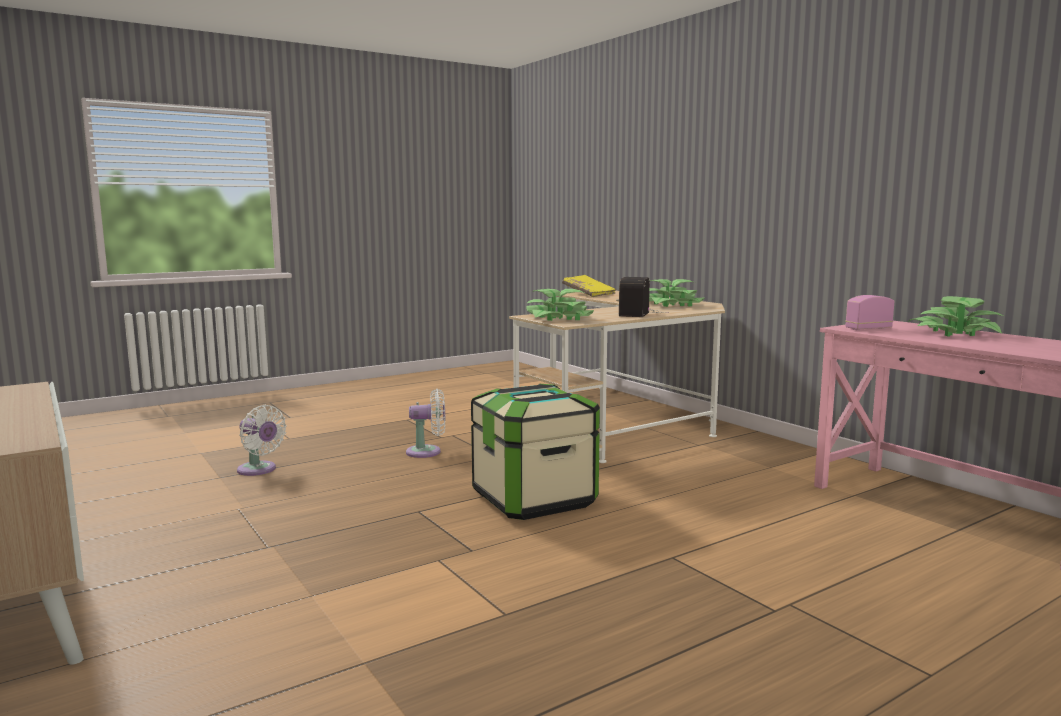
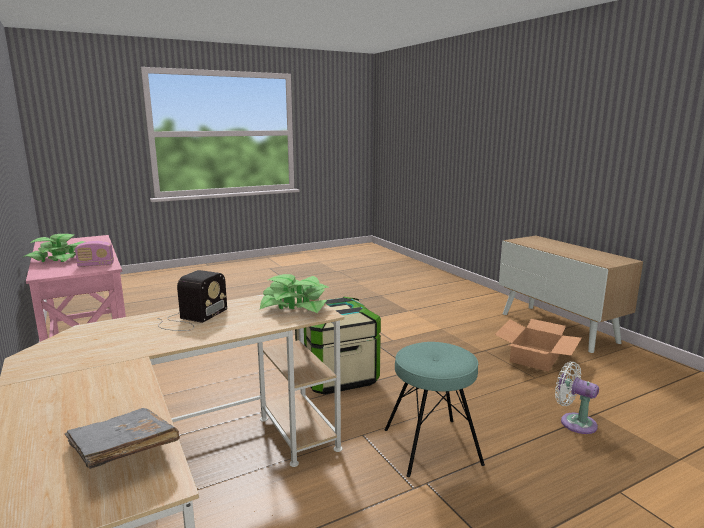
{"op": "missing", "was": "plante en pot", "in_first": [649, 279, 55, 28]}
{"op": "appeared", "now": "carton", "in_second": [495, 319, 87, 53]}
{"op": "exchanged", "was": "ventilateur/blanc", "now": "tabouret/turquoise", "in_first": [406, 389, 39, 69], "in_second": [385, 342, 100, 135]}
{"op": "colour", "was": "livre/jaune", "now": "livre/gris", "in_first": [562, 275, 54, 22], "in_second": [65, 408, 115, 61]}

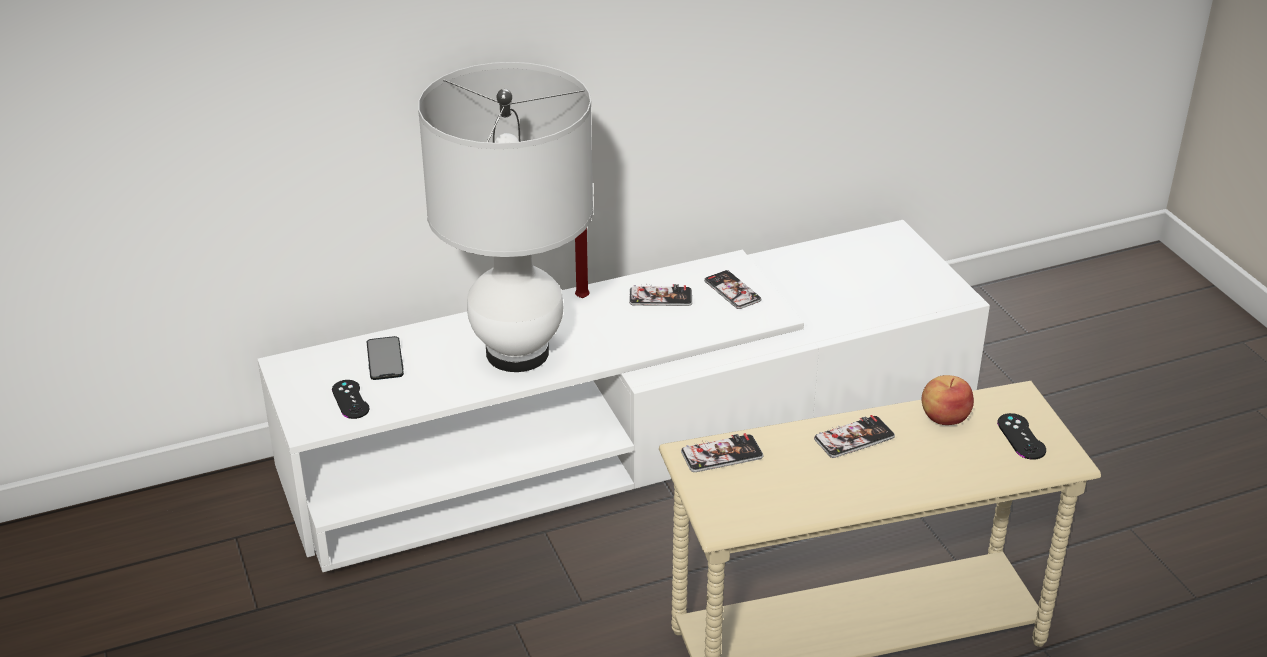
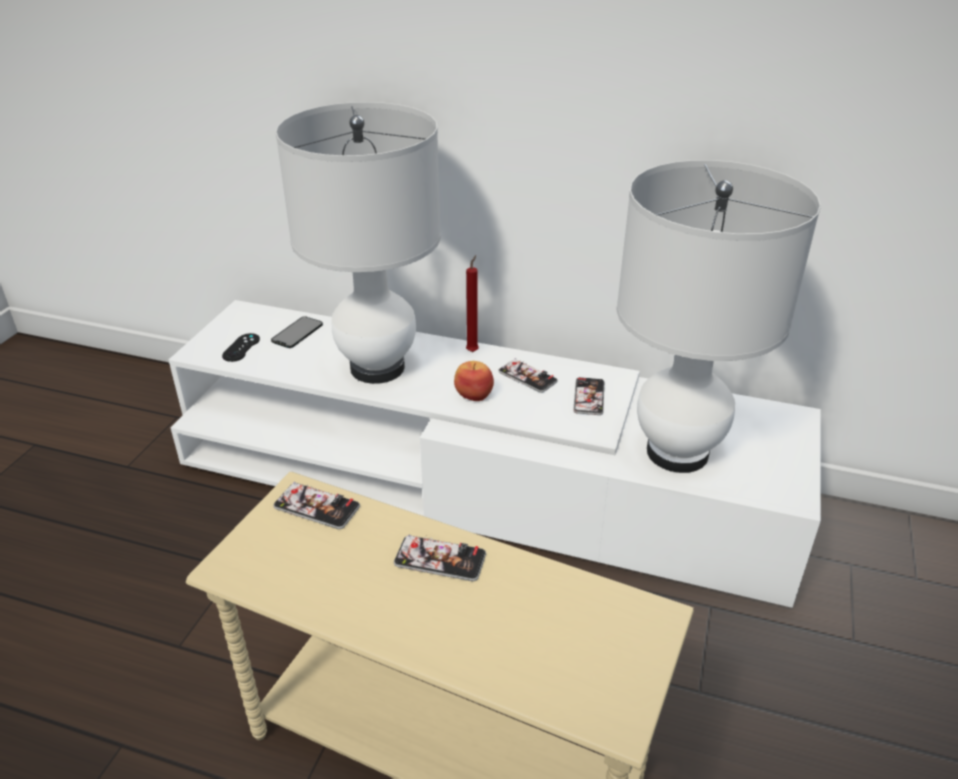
{"op": "missing", "was": "manette/noir", "in_first": [997, 413, 49, 47]}
{"op": "appeared", "now": "lampe de table/blanc", "in_second": [616, 160, 205, 313]}
{"op": "relocated", "was": "pomme", "in_first": [922, 375, 52, 50], "in_second": [454, 361, 40, 40]}

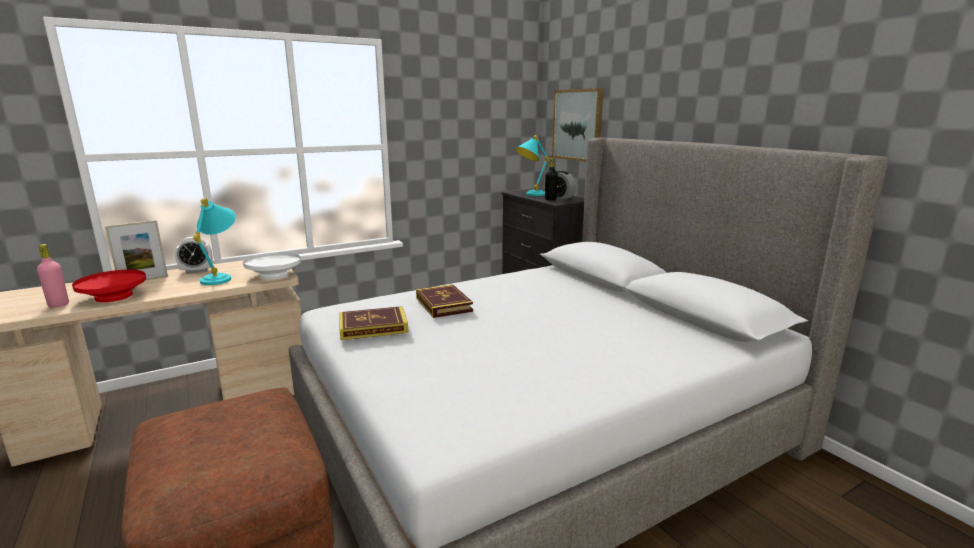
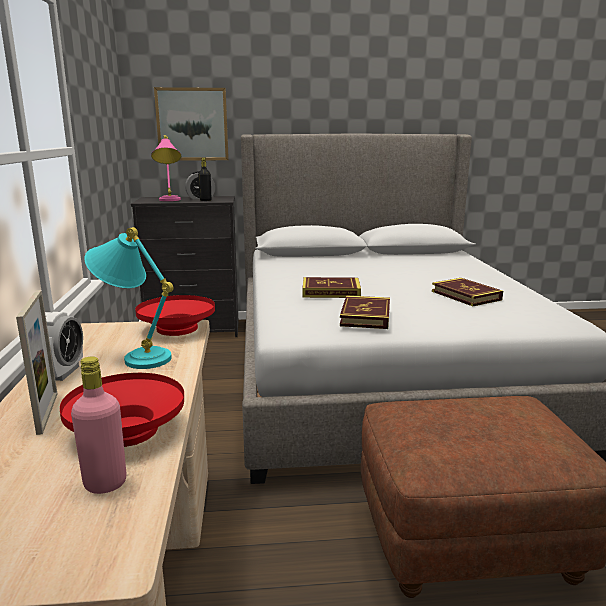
{"op": "appeared", "now": "livre", "in_second": [432, 278, 71, 28]}
{"op": "colour", "was": "bol/blanc", "now": "bol/rouge", "in_first": [243, 252, 58, 27], "in_second": [135, 295, 80, 41]}
{"op": "colour", "was": "lampe de table/turquoise", "now": "lampe de table/rose", "in_first": [515, 135, 35, 61], "in_second": [151, 135, 30, 66]}

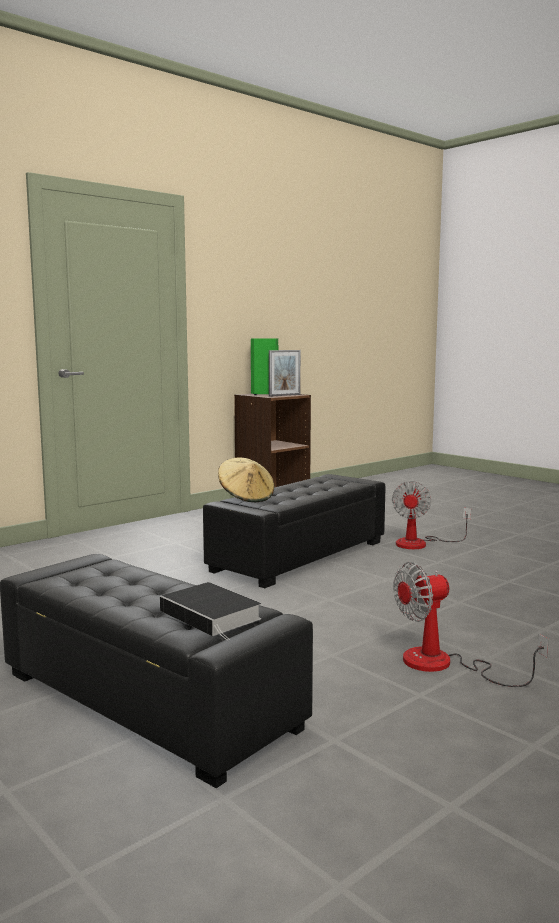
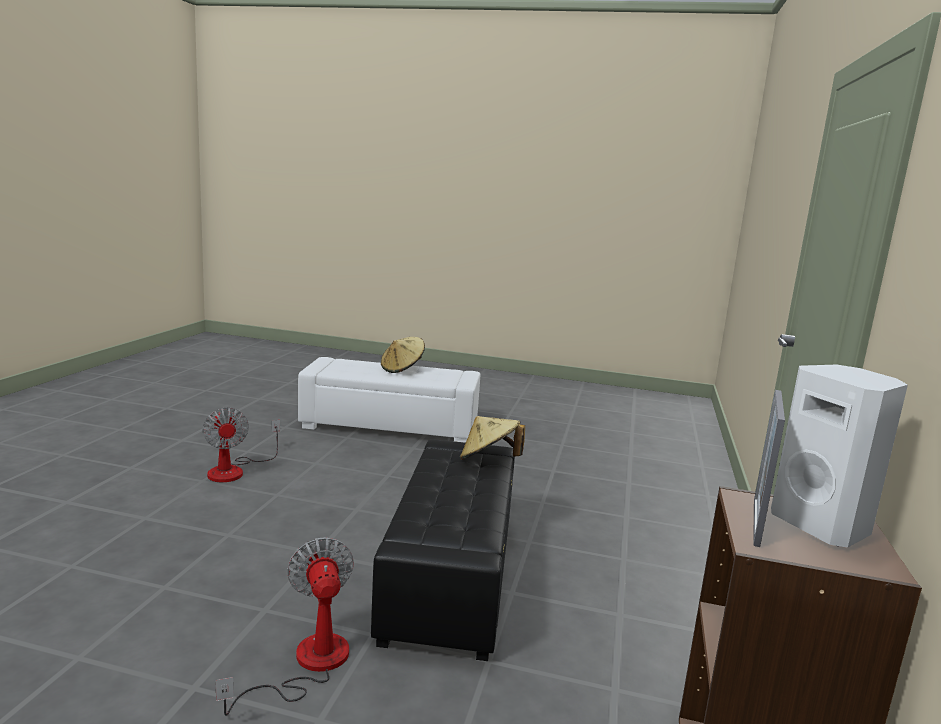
{"op": "missing", "was": "livre", "in_first": [160, 582, 101, 58]}
{"op": "appeared", "now": "chapeau/beige", "in_second": [381, 337, 44, 36]}
{"op": "colour", "was": "pouf/noir", "now": "pouf/blanc", "in_first": [0, 554, 313, 234], "in_second": [298, 357, 182, 86]}
{"op": "colour", "was": "enceinte/vert", "now": "enceinte/blanc", "in_first": [251, 338, 28, 57], "in_second": [771, 365, 137, 183]}
{"op": "spun", "was": "ventilateur", "in_first": [393, 562, 156, 125], "in_second": [202, 407, 78, 75], "clockwise": 120}

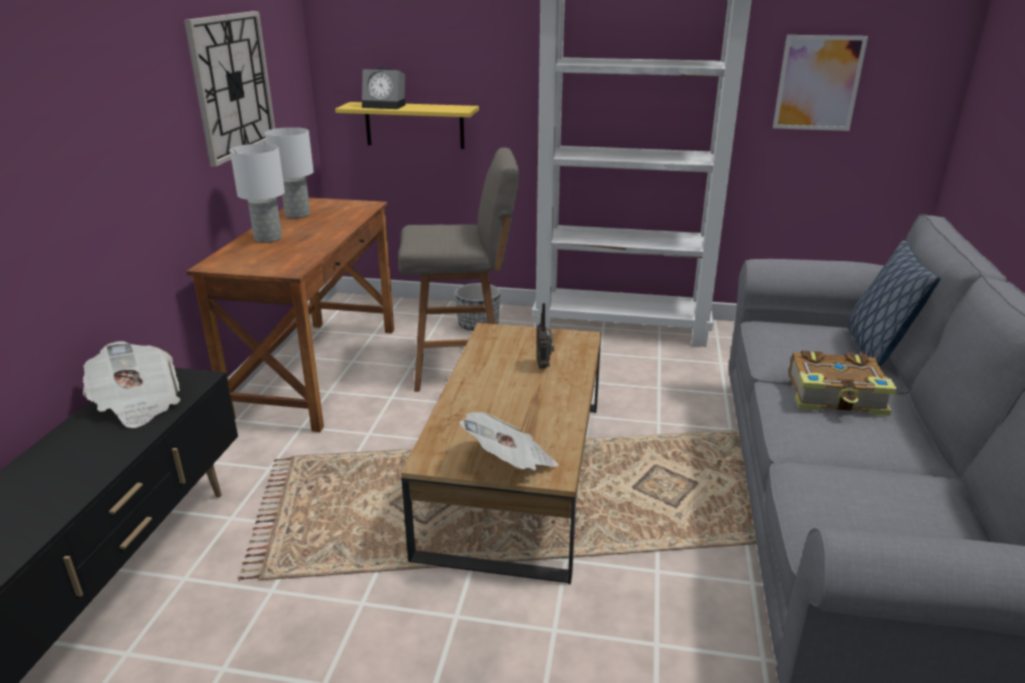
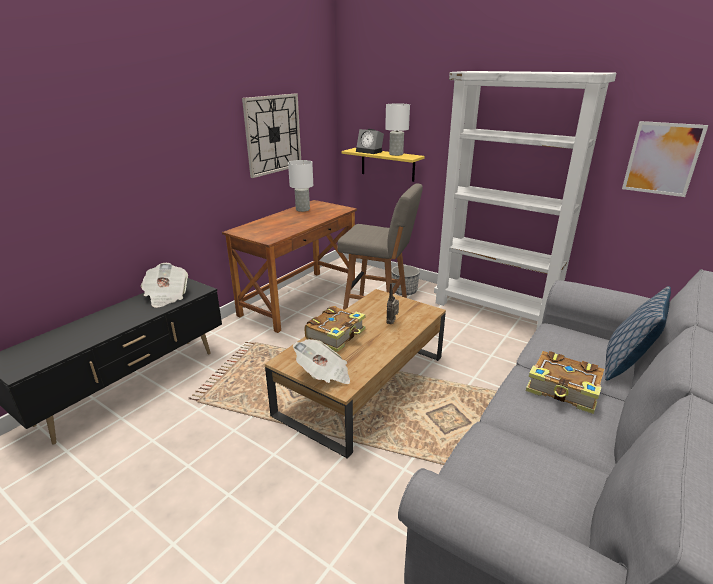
{"op": "appeared", "now": "livre", "in_second": [305, 306, 60, 46]}
{"op": "relocated", "was": "lampe de table/blanc", "in_first": [230, 144, 55, 99], "in_second": [385, 103, 25, 53]}

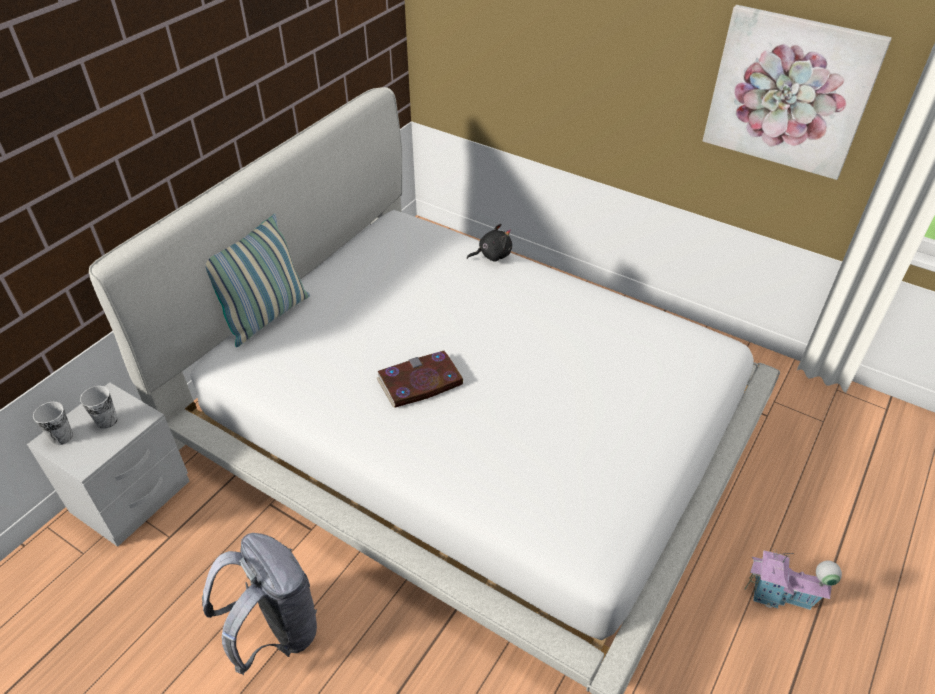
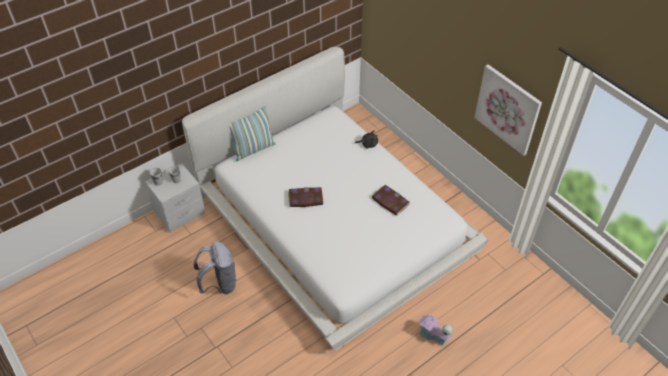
{"op": "appeared", "now": "livre", "in_second": [372, 185, 38, 31]}

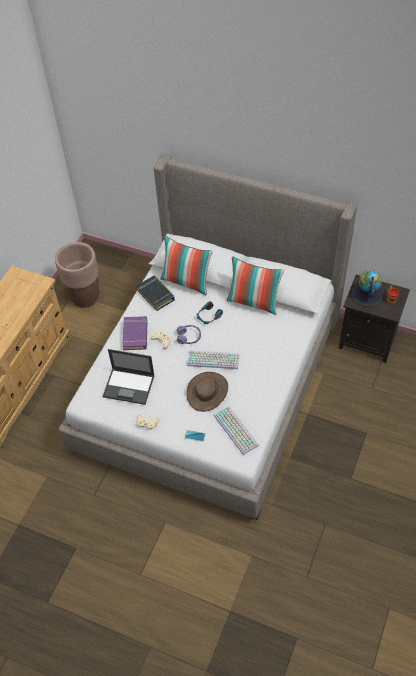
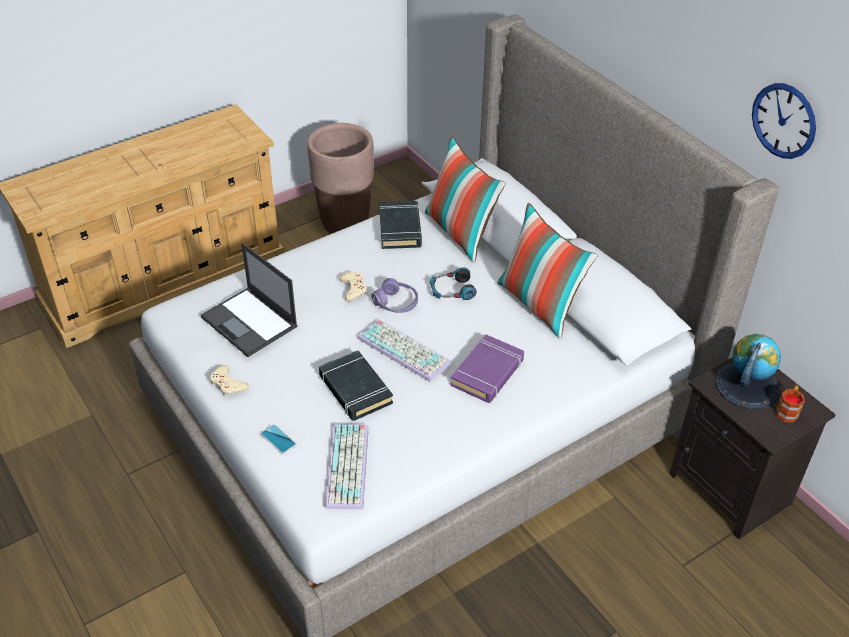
{"op": "appeared", "now": "horloge murale", "in_second": [752, 83, 64, 76]}
{"op": "relocated", "was": "livre/violet", "in_first": [122, 316, 26, 34], "in_second": [451, 335, 73, 68]}
{"op": "exchanged", "was": "chapeau/marron", "now": "livre/noir", "in_first": [186, 372, 42, 40], "in_second": [319, 350, 74, 71]}

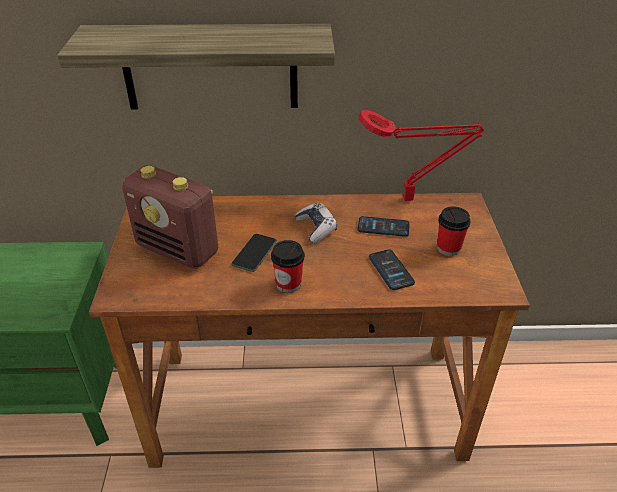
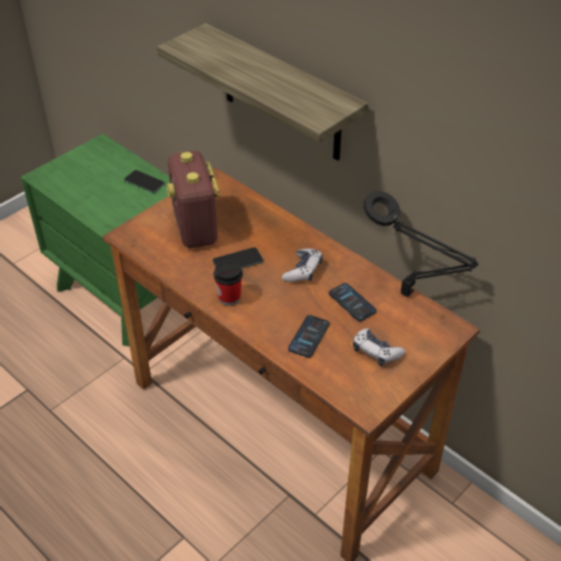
{"op": "appeared", "now": "téléphone", "in_second": [124, 170, 41, 23]}
{"op": "exchanged", "was": "tasse", "now": "manette", "in_first": [437, 207, 33, 49], "in_second": [353, 328, 52, 38]}
{"op": "colour", "was": "lampe de table/rouge", "now": "lampe de table/noir", "in_first": [359, 110, 125, 91], "in_second": [363, 191, 115, 106]}

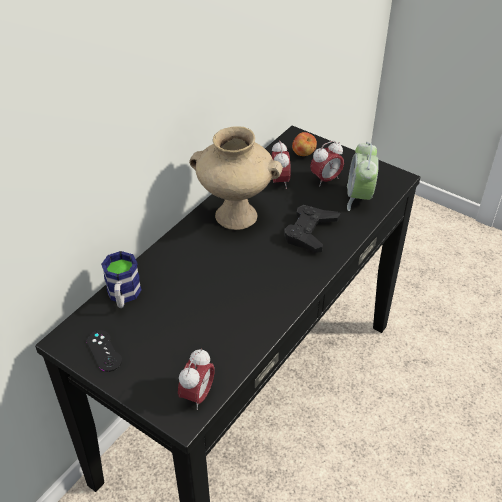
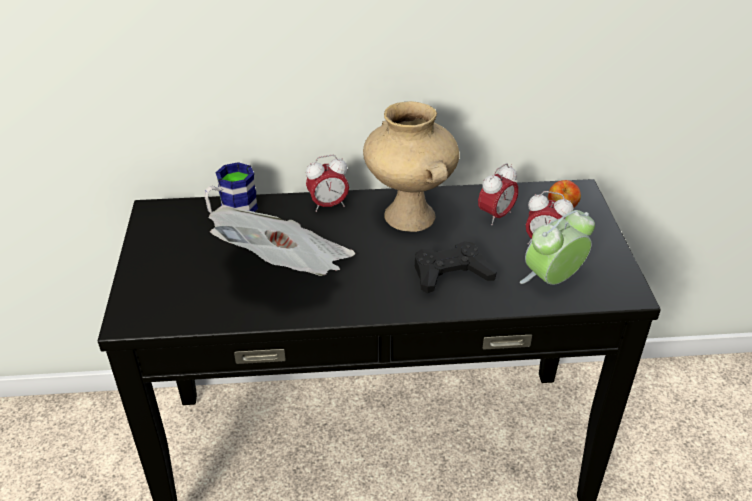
{"op": "missing", "was": "manette/noir", "in_first": [87, 330, 35, 42]}
{"op": "appeared", "now": "journal", "in_second": [208, 207, 147, 69]}
{"op": "relocated", "was": "réveil", "in_first": [178, 348, 37, 62], "in_second": [306, 155, 43, 57]}

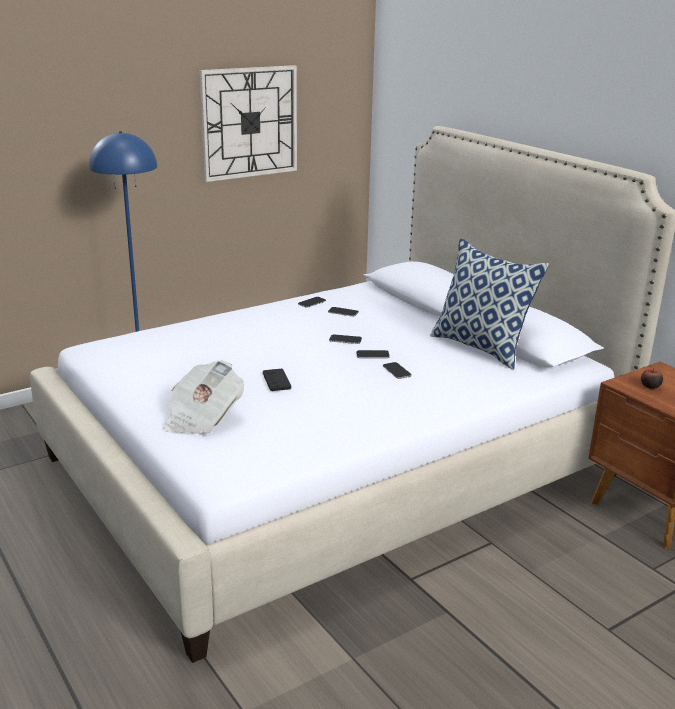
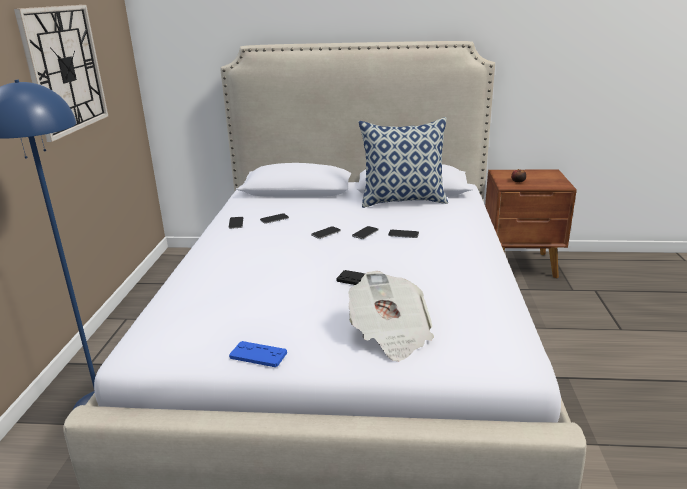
{"op": "appeared", "now": "manette/bleu", "in_second": [229, 341, 58, 26]}

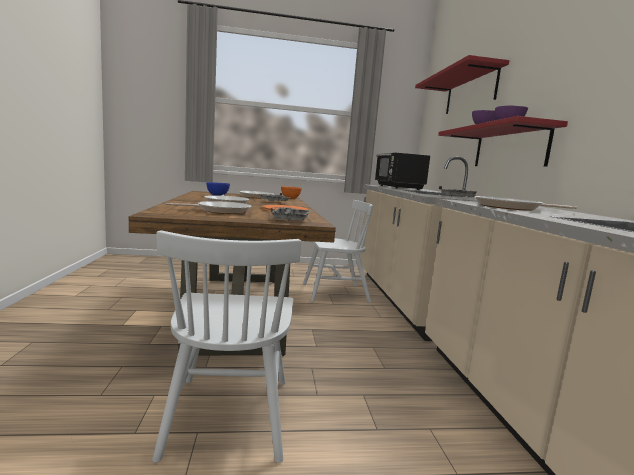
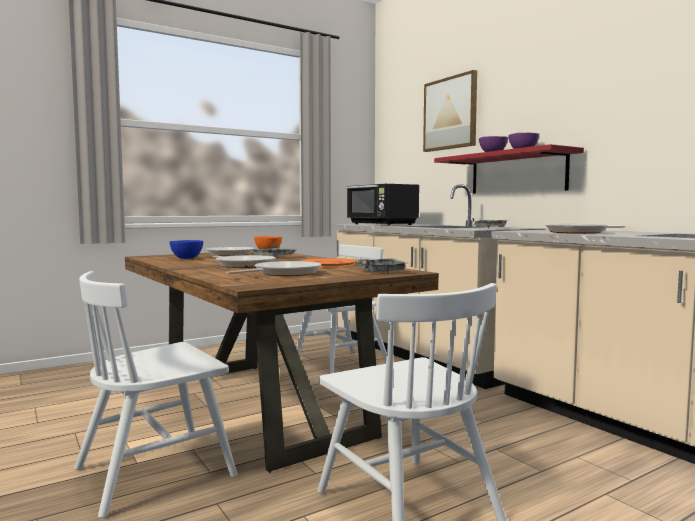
{"op": "appeared", "now": "chaise/blanc", "in_second": [74, 271, 163, 247]}
{"op": "exchanged", "was": "étagère/rouge", "now": "tableau", "in_first": [415, 55, 95, 59], "in_second": [423, 70, 54, 82]}

